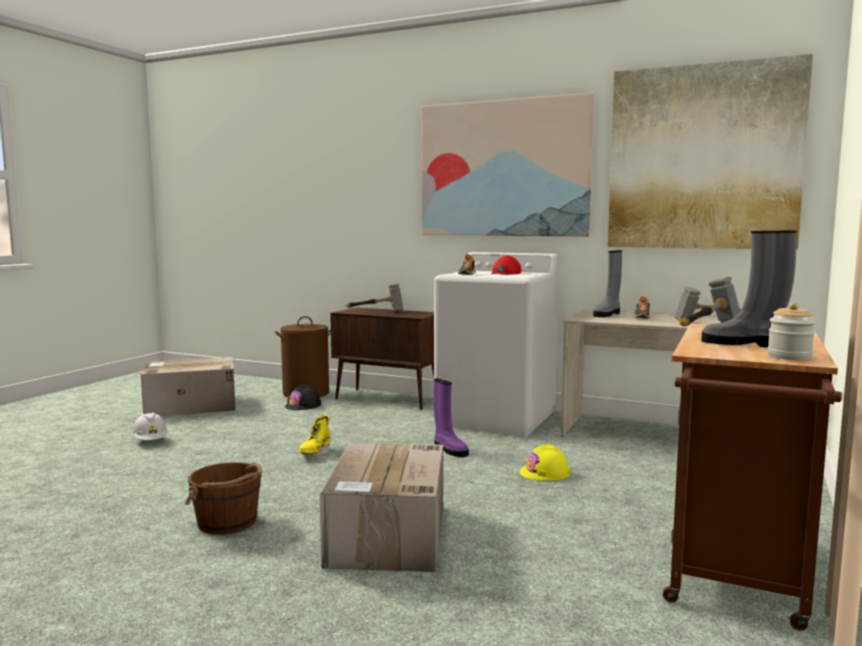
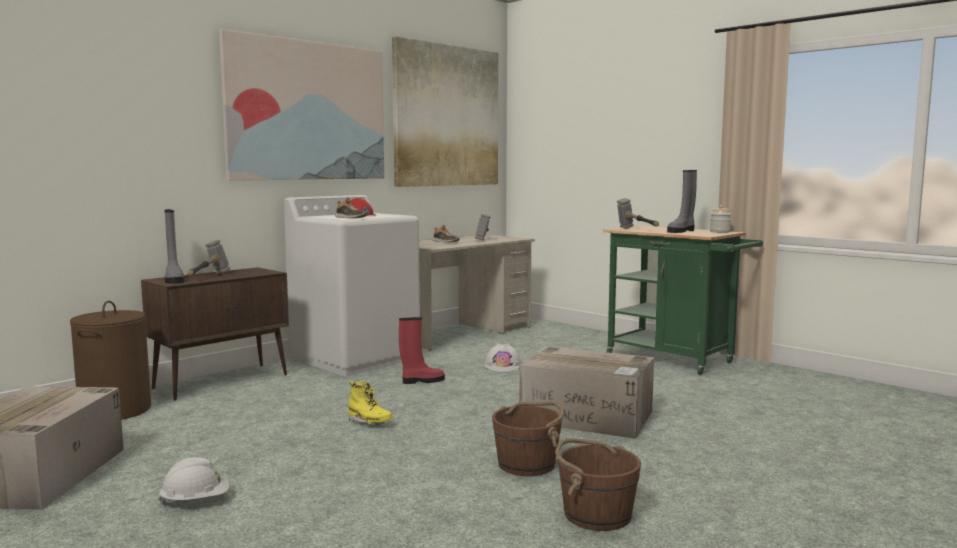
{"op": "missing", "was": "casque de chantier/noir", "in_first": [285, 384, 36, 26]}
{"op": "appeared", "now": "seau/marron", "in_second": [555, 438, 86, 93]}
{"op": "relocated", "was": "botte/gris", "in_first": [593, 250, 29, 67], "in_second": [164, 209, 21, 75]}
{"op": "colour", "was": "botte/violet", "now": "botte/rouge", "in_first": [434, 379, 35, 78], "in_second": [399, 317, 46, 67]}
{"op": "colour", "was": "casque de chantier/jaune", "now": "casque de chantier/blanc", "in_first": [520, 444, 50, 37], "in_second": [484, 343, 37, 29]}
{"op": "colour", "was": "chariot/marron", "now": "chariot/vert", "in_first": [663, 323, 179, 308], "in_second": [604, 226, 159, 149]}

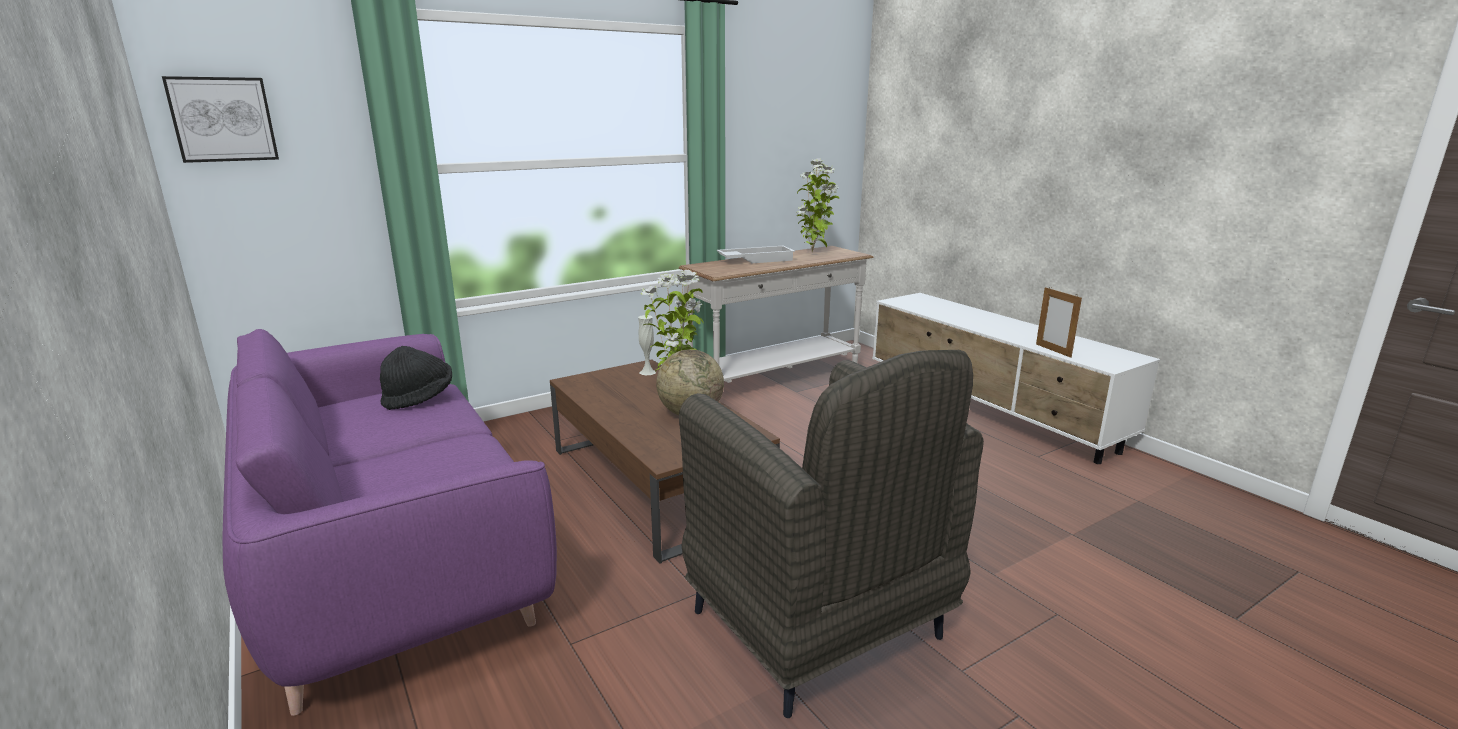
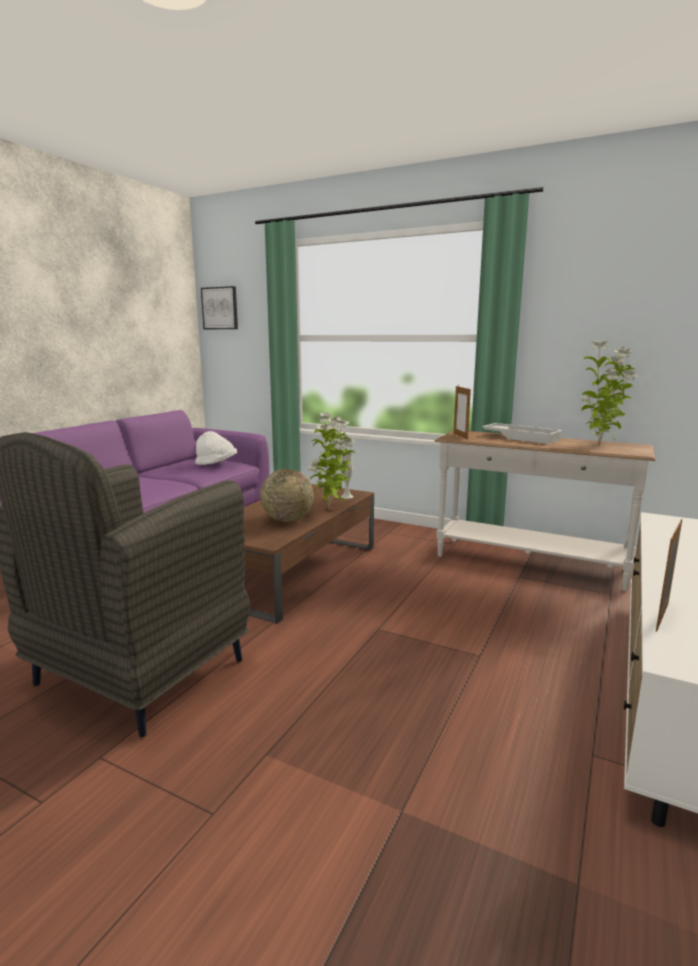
{"op": "appeared", "now": "cadre photo", "in_second": [454, 386, 17, 54]}
{"op": "colour", "was": "chapeau/noir", "now": "chapeau/blanc", "in_first": [380, 346, 72, 64], "in_second": [195, 431, 42, 34]}

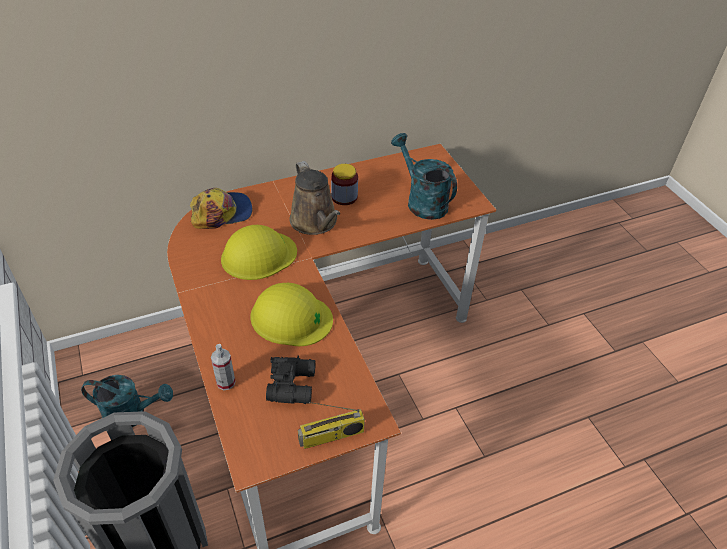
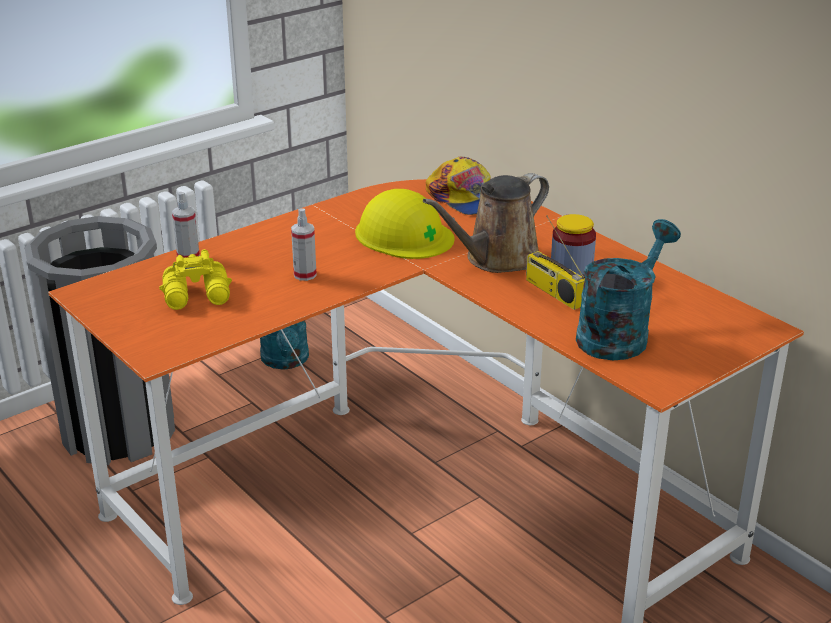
{"op": "relocated", "was": "radio", "in_first": [298, 402, 67, 47], "in_second": [526, 216, 59, 94]}
{"op": "exchanged", "was": "casque de chantier/jaune", "now": "vaporisateur", "in_first": [250, 283, 83, 63], "in_second": [291, 208, 26, 73]}
{"op": "colour", "was": "jumelles/noir", "now": "jumelles/jaune", "in_first": [266, 356, 50, 48], "in_second": [159, 249, 73, 61]}

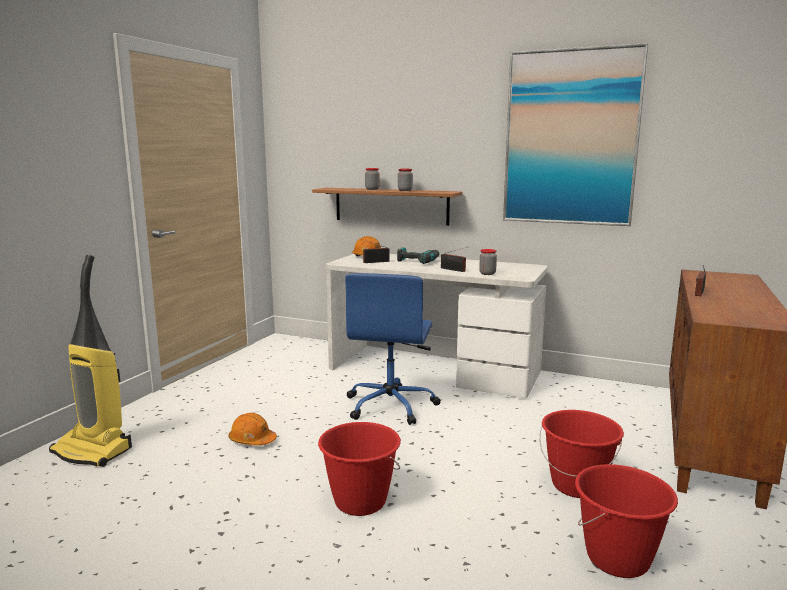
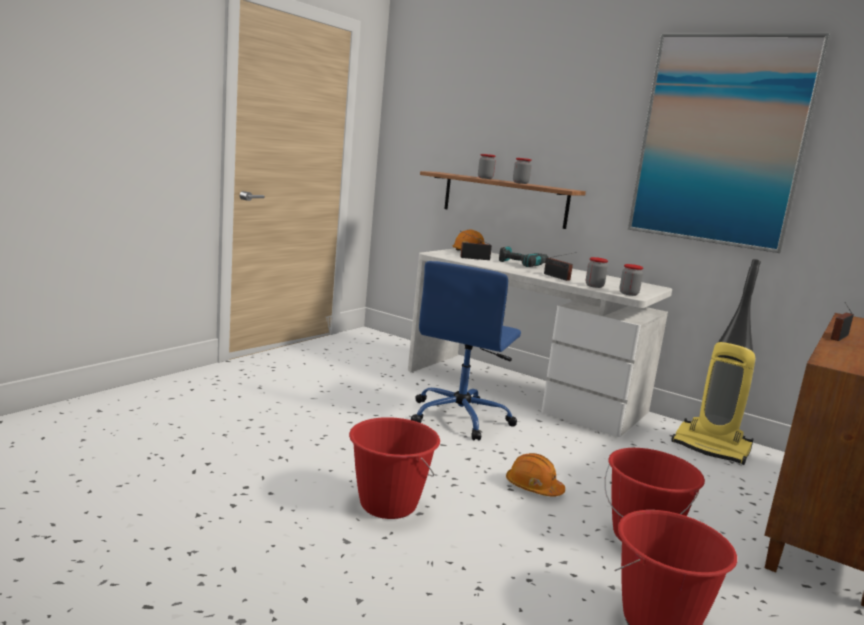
{"op": "appeared", "now": "bocal", "in_second": [620, 264, 23, 32]}
{"op": "relocated", "was": "aspirateur", "in_first": [49, 255, 83, 212], "in_second": [671, 259, 90, 206]}
{"op": "relocated", "was": "casque de chantier/orange", "in_first": [228, 413, 49, 33], "in_second": [506, 453, 59, 44]}

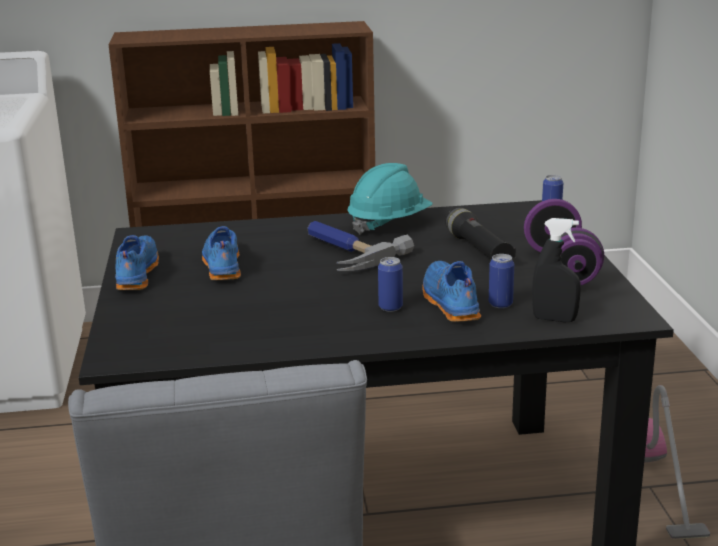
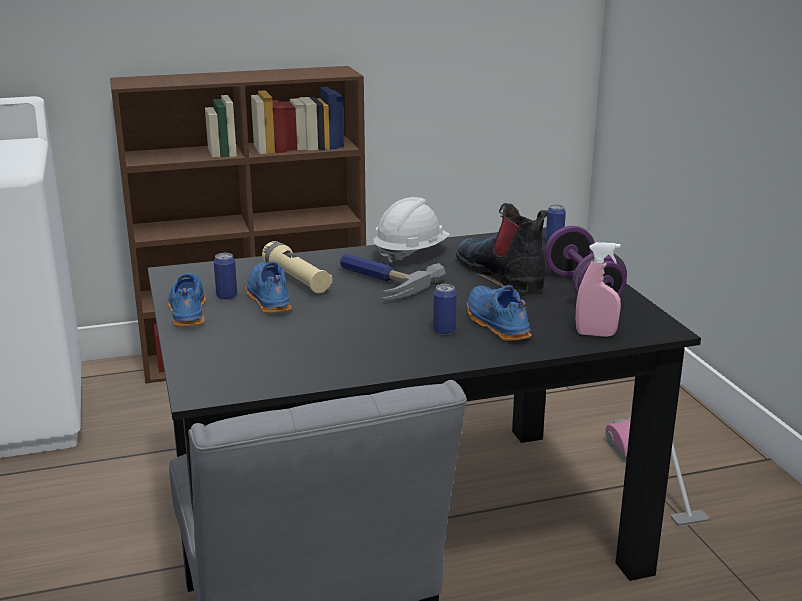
{"op": "appeared", "now": "lampe de poche/beige", "in_second": [262, 241, 70, 52]}
{"op": "relocated", "was": "boîte métallique", "in_first": [489, 254, 25, 54], "in_second": [214, 253, 23, 47]}
{"op": "exchanged", "was": "lampe de poche/noir", "now": "botte", "in_first": [445, 207, 71, 53], "in_second": [456, 203, 93, 90]}
{"op": "colour", "was": "casque de chantier/turquoise", "now": "casque de chantier/blanc", "in_first": [347, 163, 86, 72], "in_second": [373, 197, 77, 68]}
{"op": "colour", "was": "vaporisateur/noir", "now": "vaporisateur/rose", "in_first": [532, 218, 49, 105], "in_second": [576, 242, 45, 95]}

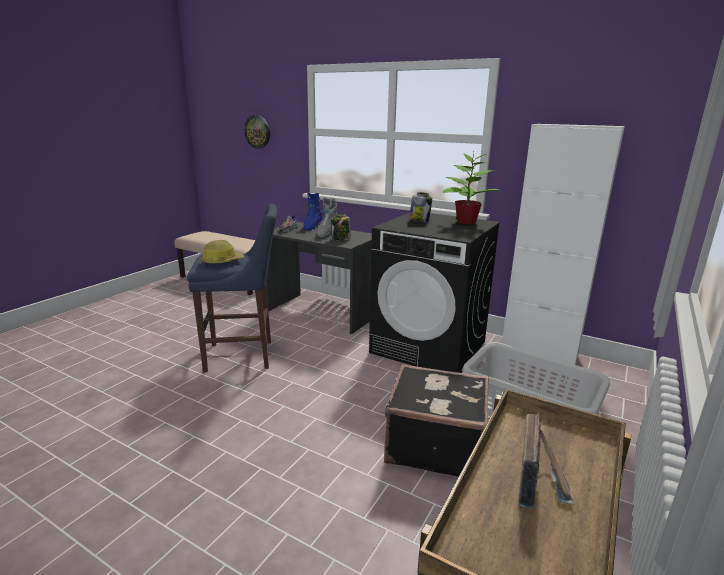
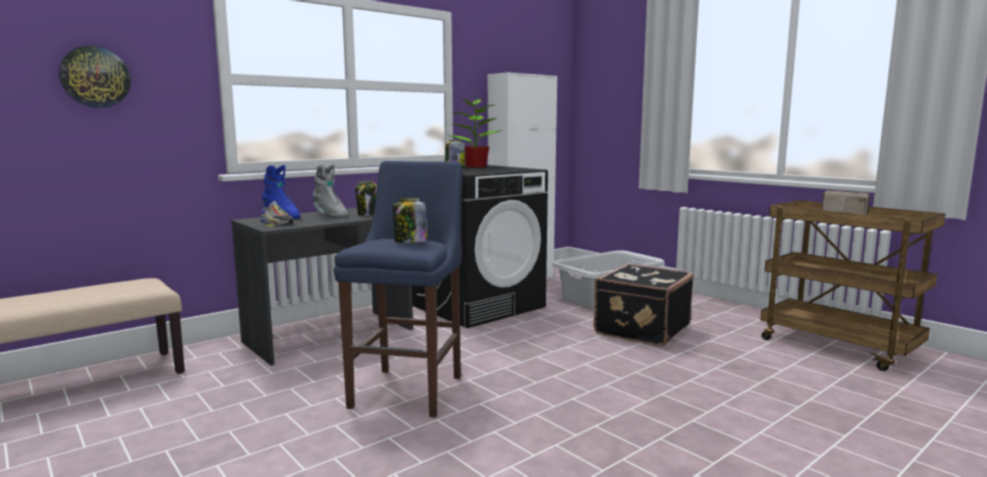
{"op": "exchanged", "was": "casque de chantier", "now": "bocal", "in_first": [201, 240, 43, 26], "in_second": [393, 198, 34, 45]}

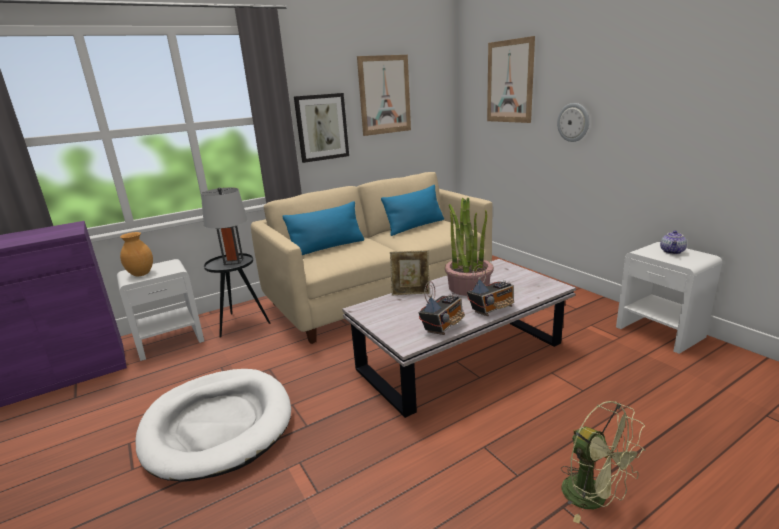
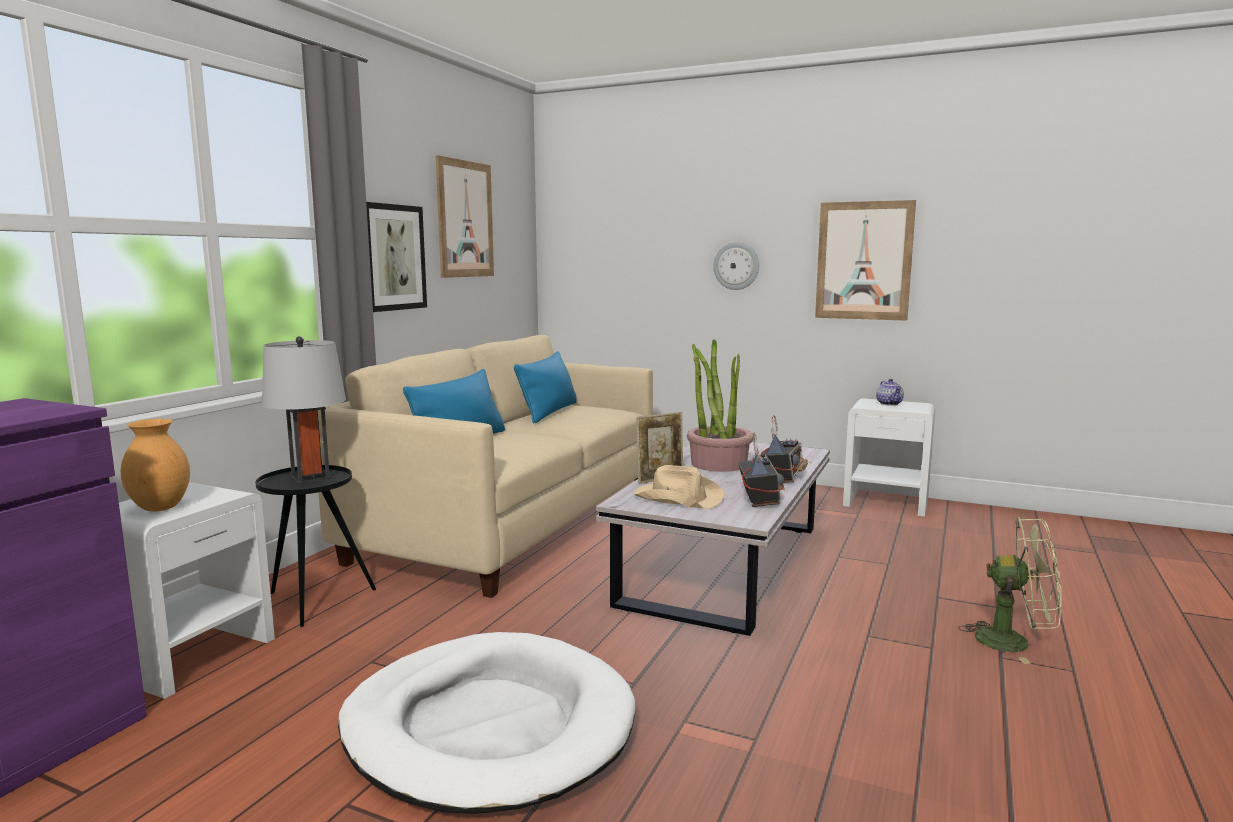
{"op": "appeared", "now": "chapeau/beige", "in_second": [634, 465, 91, 44]}
{"op": "relocated", "was": "tableau", "in_first": [487, 36, 48, 87], "in_second": [815, 200, 101, 121]}

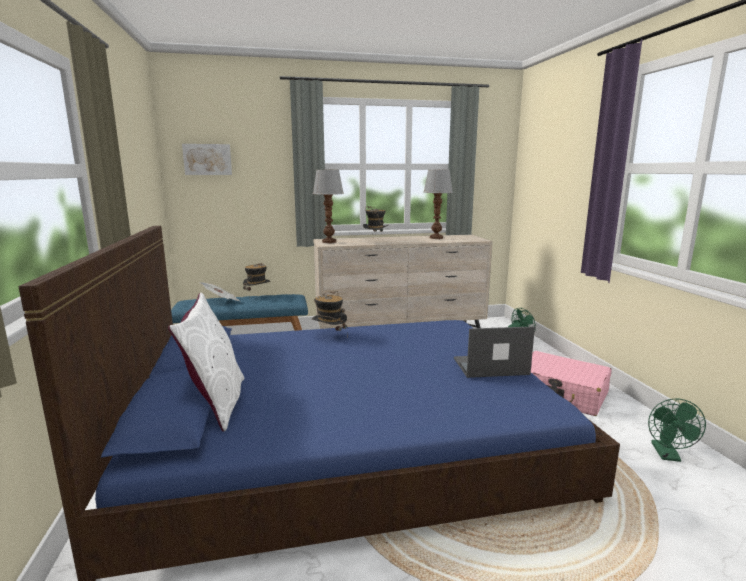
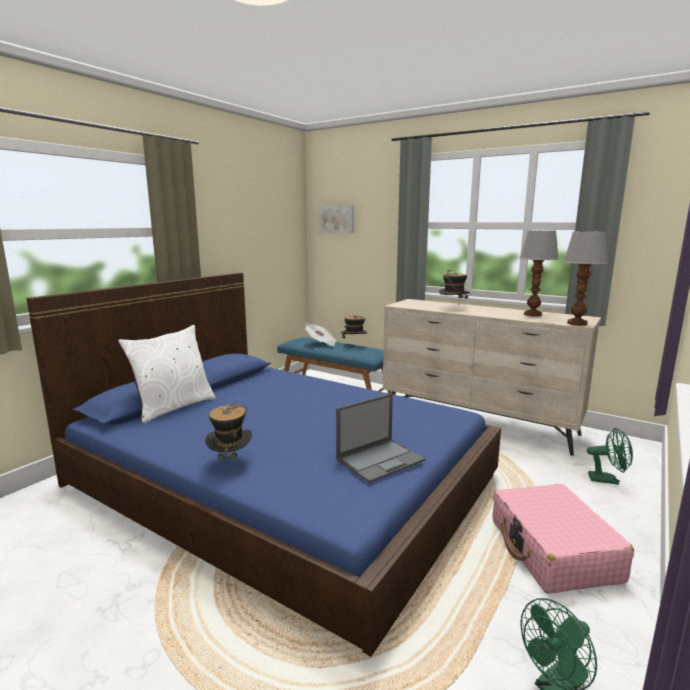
{"op": "relocated", "was": "chapeau", "in_first": [312, 291, 36, 46], "in_second": [205, 403, 47, 58]}
{"op": "relocated", "was": "lampe de table", "in_first": [313, 170, 31, 73], "in_second": [563, 231, 45, 95]}
{"op": "spun", "was": "ordinateur portable", "in_first": [454, 326, 81, 52], "in_second": [336, 393, 90, 90], "clockwise": 105}

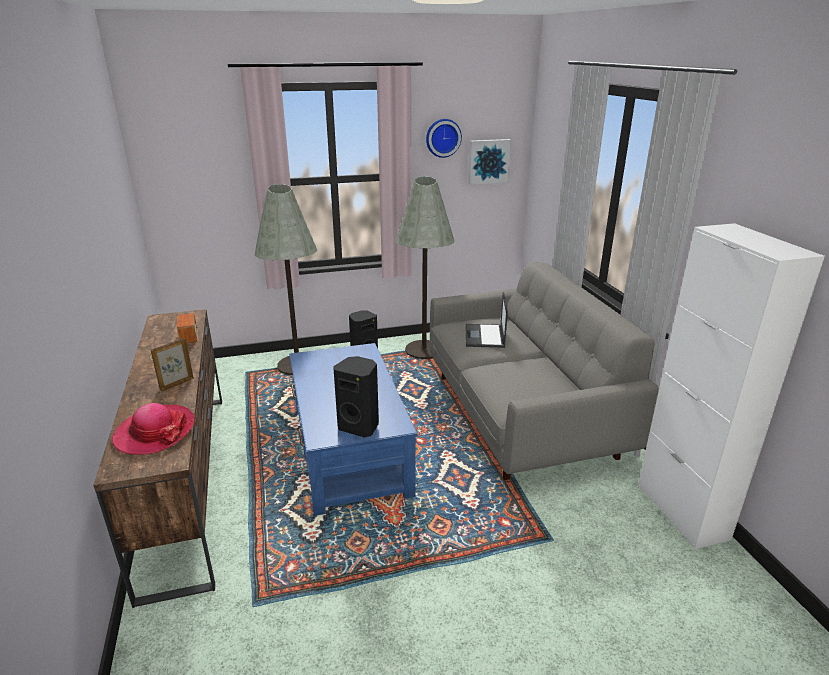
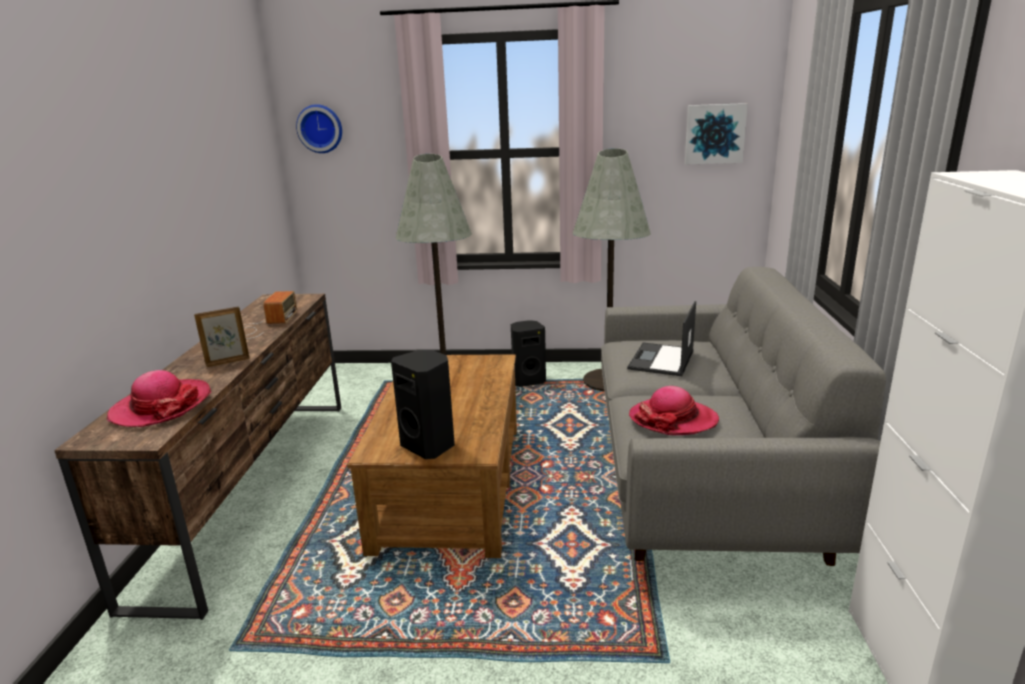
{"op": "appeared", "now": "chapeau", "in_second": [629, 386, 90, 49]}
{"op": "relocated", "was": "horloge murale", "in_first": [426, 119, 36, 39], "in_second": [296, 104, 46, 49]}
{"op": "colour", "was": "table basse/bleu", "now": "table basse/marron", "in_first": [289, 343, 128, 173], "in_second": [347, 354, 170, 204]}

